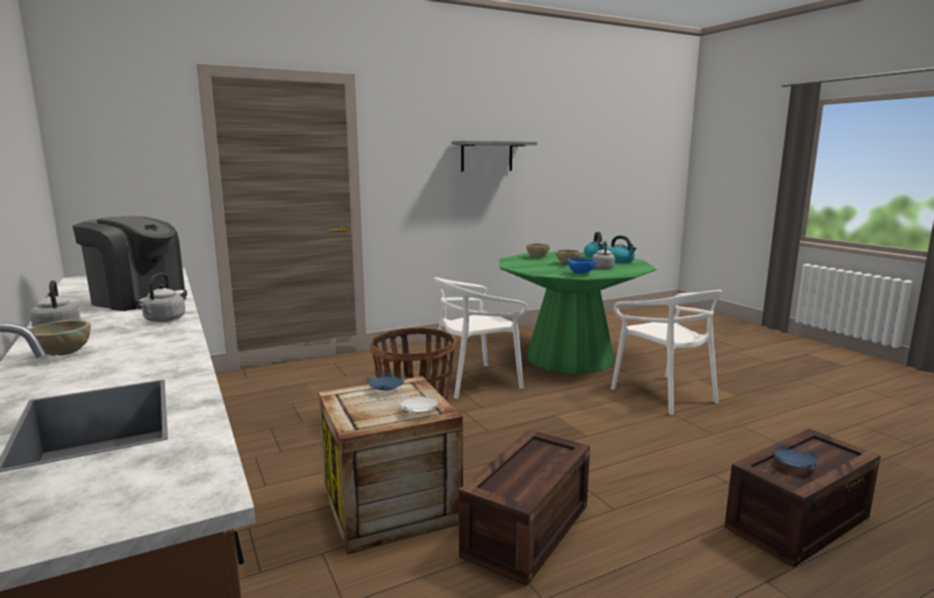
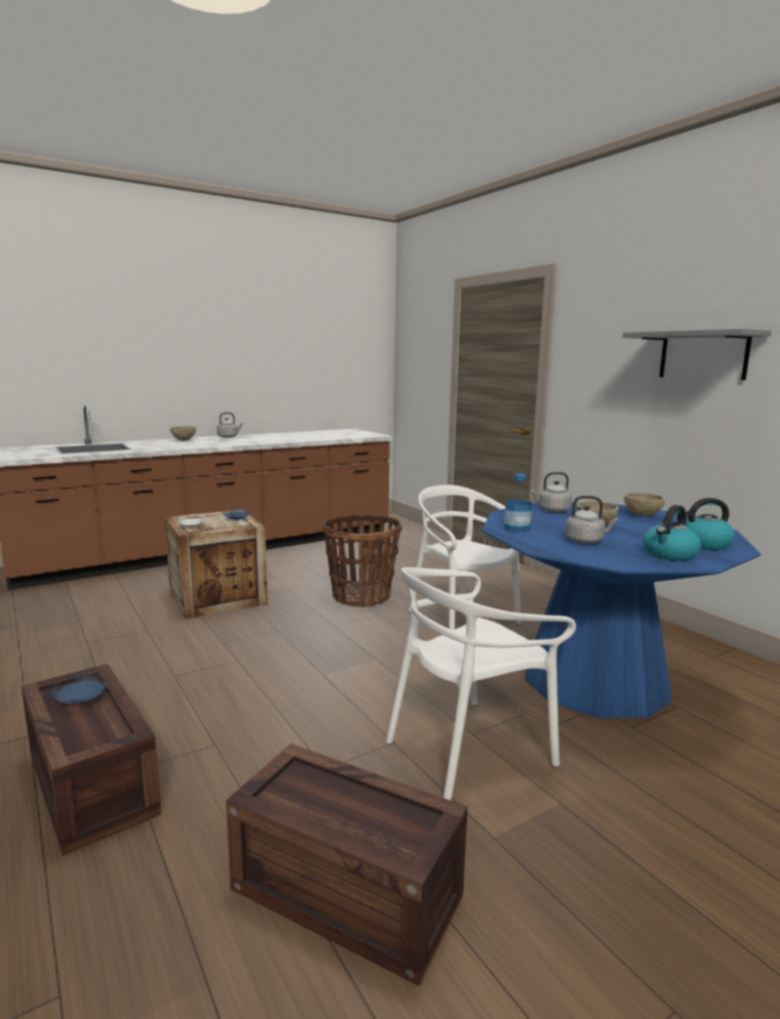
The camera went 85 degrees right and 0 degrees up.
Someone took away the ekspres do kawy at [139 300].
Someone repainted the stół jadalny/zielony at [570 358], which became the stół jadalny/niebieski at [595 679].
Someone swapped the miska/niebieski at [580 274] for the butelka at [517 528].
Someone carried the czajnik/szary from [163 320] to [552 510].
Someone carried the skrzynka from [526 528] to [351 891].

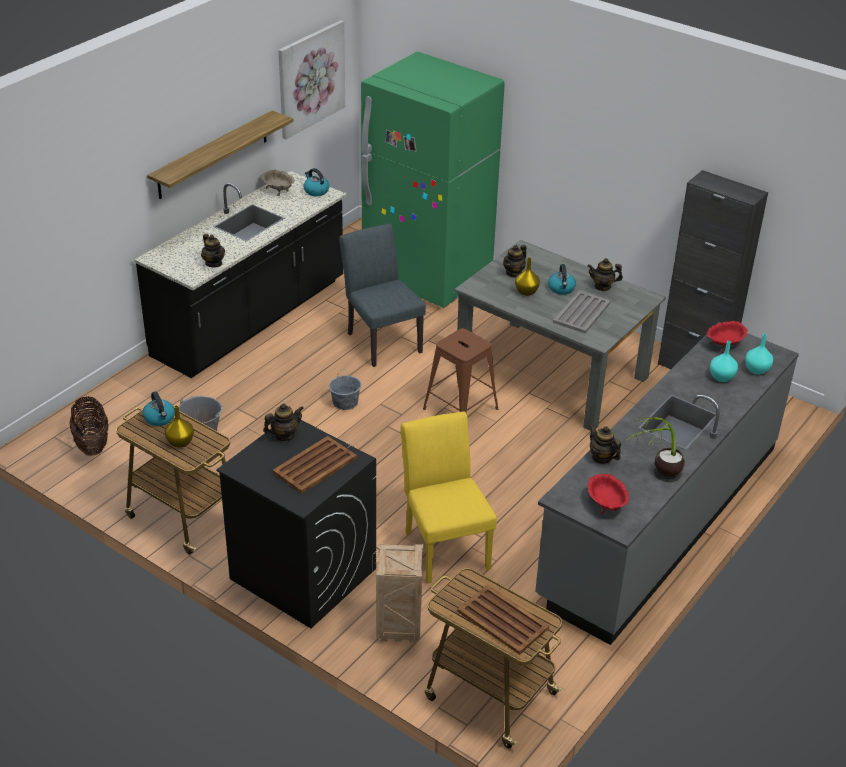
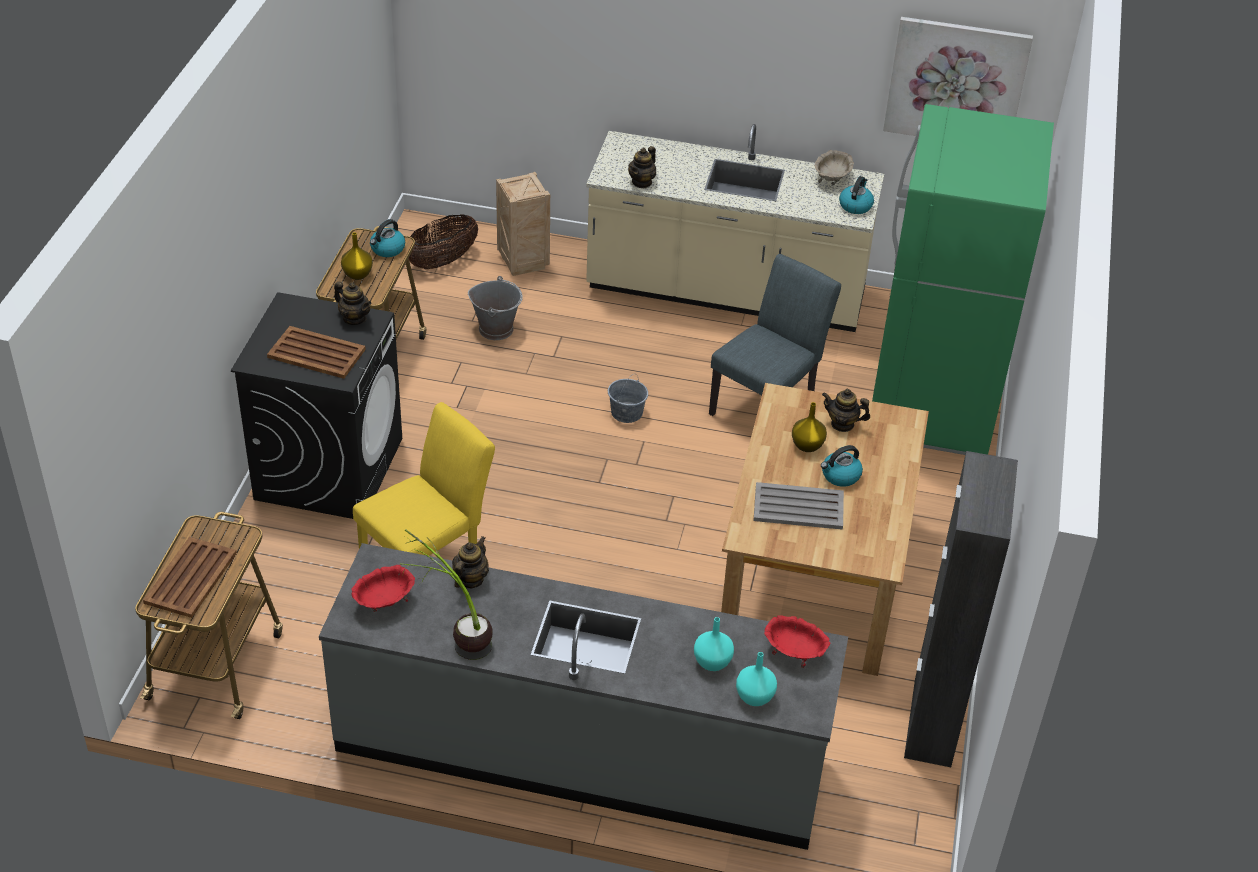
The camera went 65 degrees right and 5 degrees up.
Someone took away the półka at [213 155].
Someone repainted the zabudowa kuchenna/czarny at [251 319], which became the zabudowa kuchenna/beżowy at [726 293].
Someone repainted the stół jadalny/szary at [553 372], which became the stół jadalny/brązowy at [815 576].
Someone took away the imbryk at [603 286].
Someone took away the stołek/brązowy at [461 409].
Someone carried the skrzynka from [397 628] to [522 262].

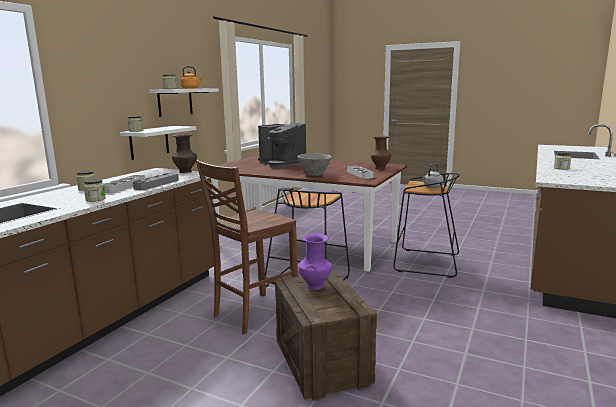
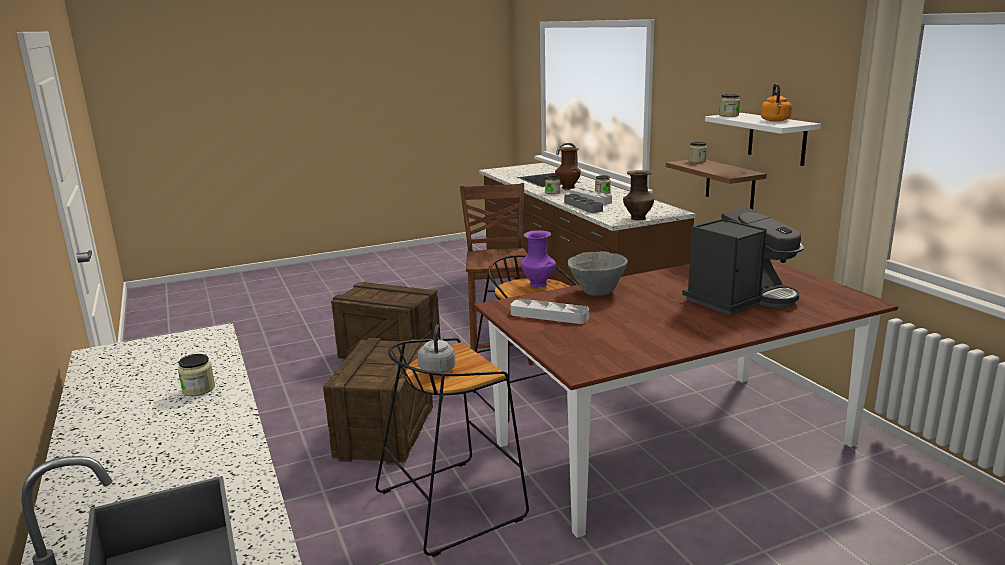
The camera went 130 degrees right and 5 degrees up.
Someone rotated the ekspres do kawy at [282 164] by 150 degrees clockwise.
Someone repainted the półka/biały at [149 142], which became the półka/brązowy at [730 184].
Someone carried the wazon/brązowy from [380 168] to [567 187].
Someone carried the wazon/fioletowy from [315 286] to [539 285].
Someone put down the skrzynka at [385 432].

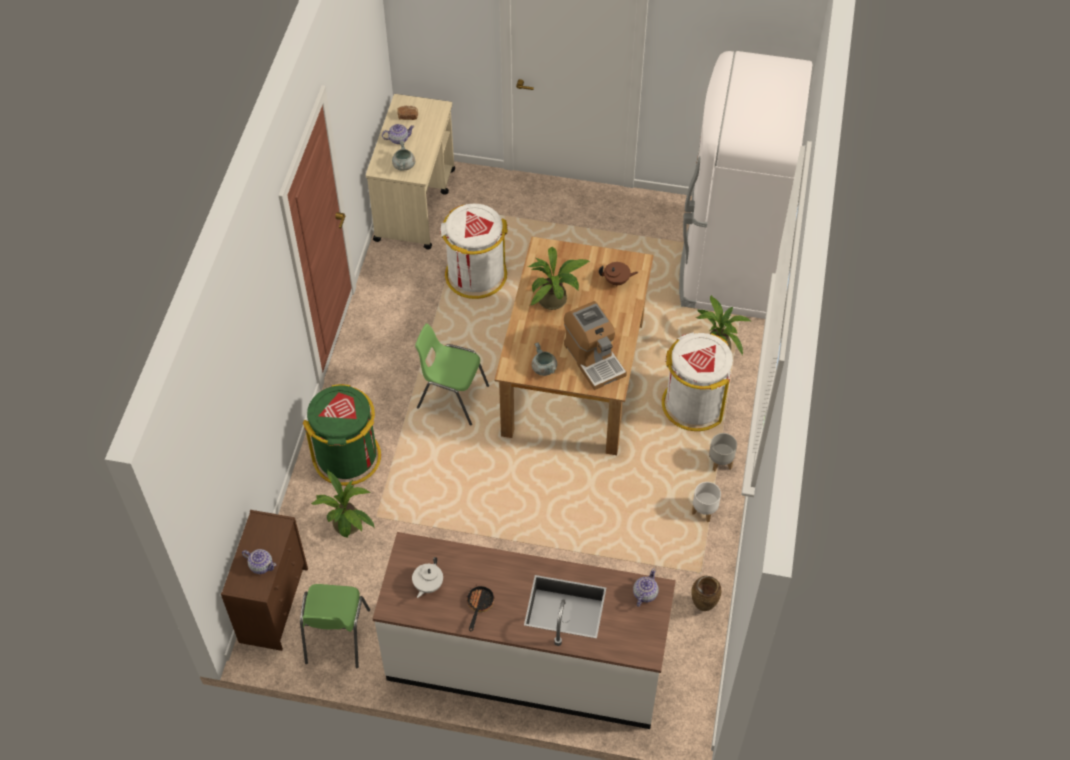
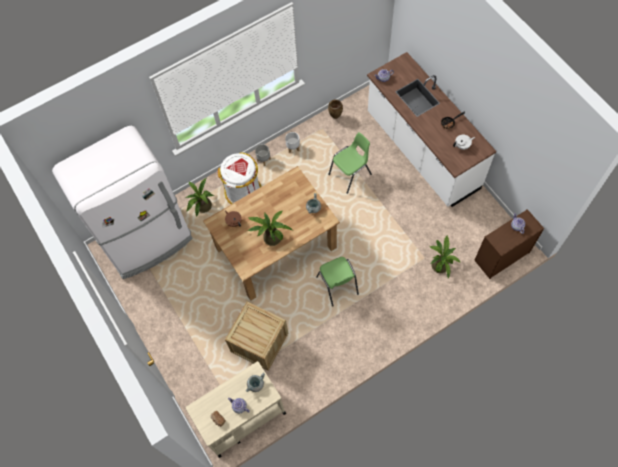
The camera went 130 degrees left and 10 degrees up.
Someone swapped the kosz na śmieci/biały at [475 275] for the skrzynka at [259 342].
Someone took away the ekspres do kawy at [593 359].
Someone took away the kosz na śmieci/zielony at [348 457].
Someone carried the krzesło/zielony from [336 637] to [350 174].

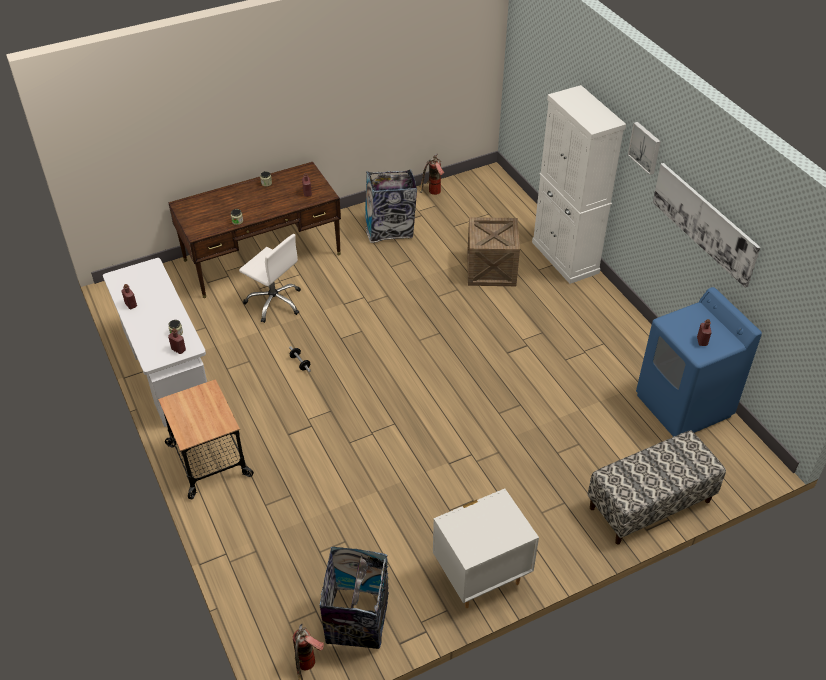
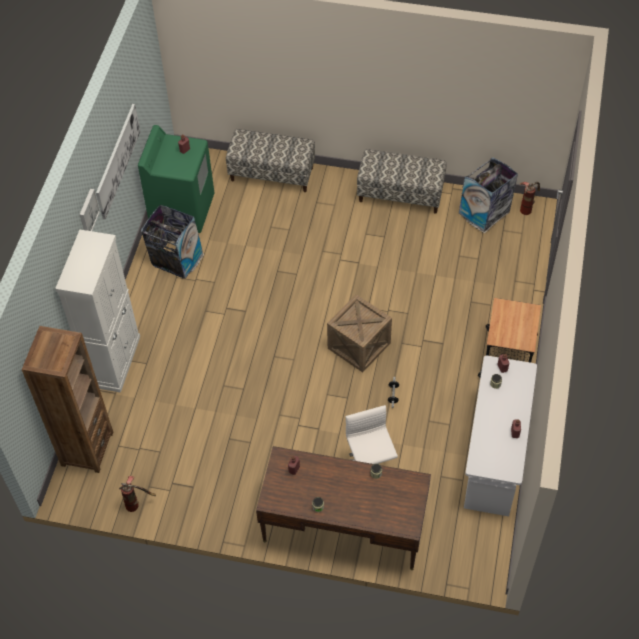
The camera went 140 degrees left and 10 degrees up.
Someone carried the kosz na śmieci from [390 229] to [176 260].
Someone carried the skrzynka from [491 270] to [359 345].
Someone repainted the pralka/niebieski at [684 405], which became the pralka/zielony at [182 209].
Someone swapped the szafka nocna/biały at [481 577] for the ławka at [400 194].
Someone put down the regał/brązowy at [87 448].

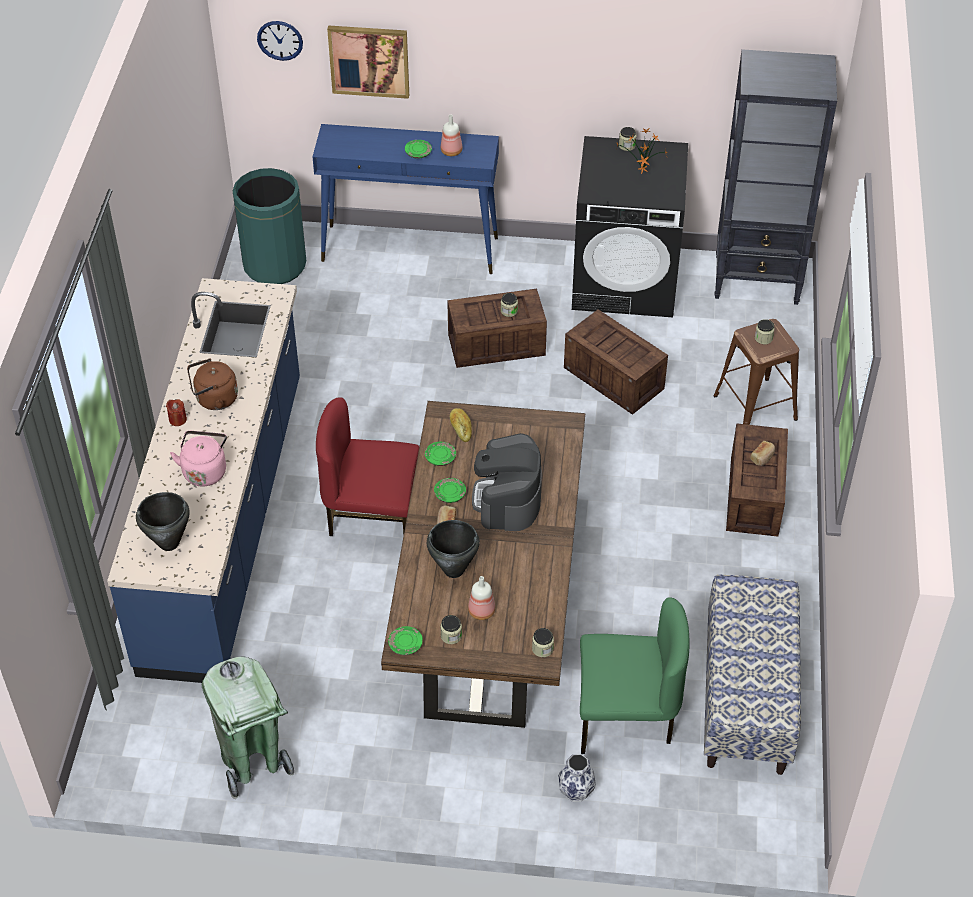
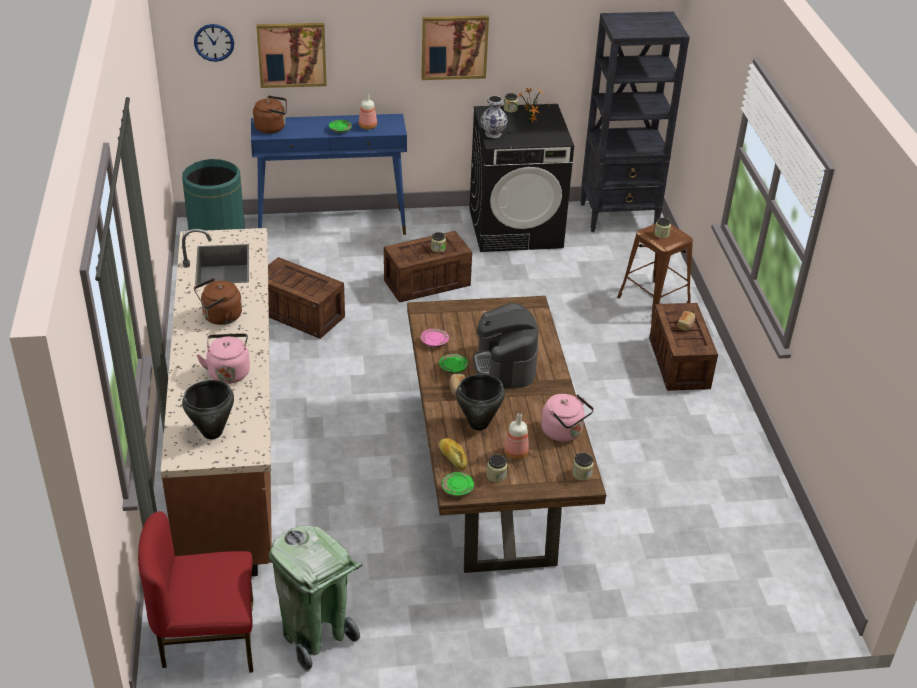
The camera went 15 degrees left and 10 degrees down.
Someone repainted the zabudowa kuchenna/niebieski at [226 522], which became the zabudowa kuchenna/brązowy at [232 443].
Someone carried the skrzynka from [615 378] to [301 314].
Someone carried the krzesło/czerwony from [373 517] to [208 639].
Someone took away the świeca/czerwony at [177 419].
Someone carried the chleb from [461 428] to [452 457].
Someone repainted the talerz/zielony at [440 458], which became the talerz/różowy at [434 342].
Someone took away the ławka at [747 698].
Someone took away the krzesło/zielony at [625 717].
Someone carried the wazon from [575 792] to [492 134].
Someone put up the obraz at [454 47].
Someone put down the czajnik/brązowy at [272 127].
Someone put down the czajnik/różowy at [564 432].

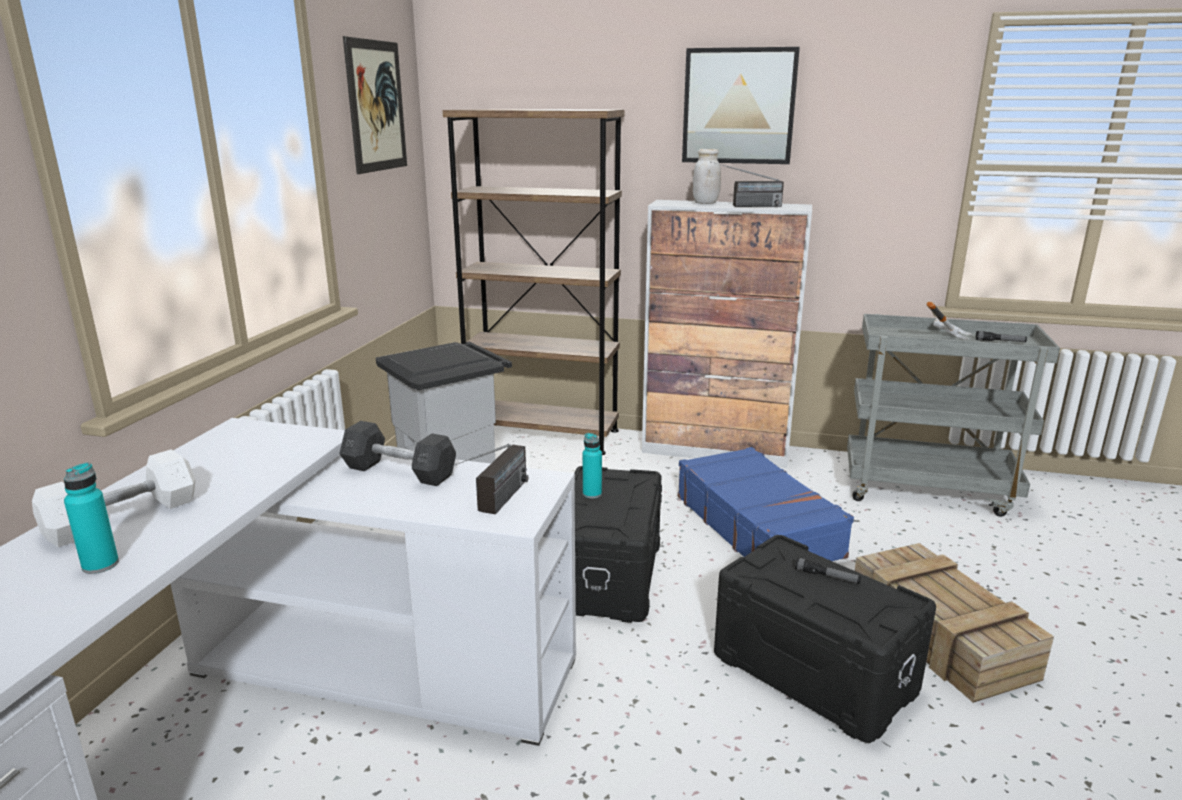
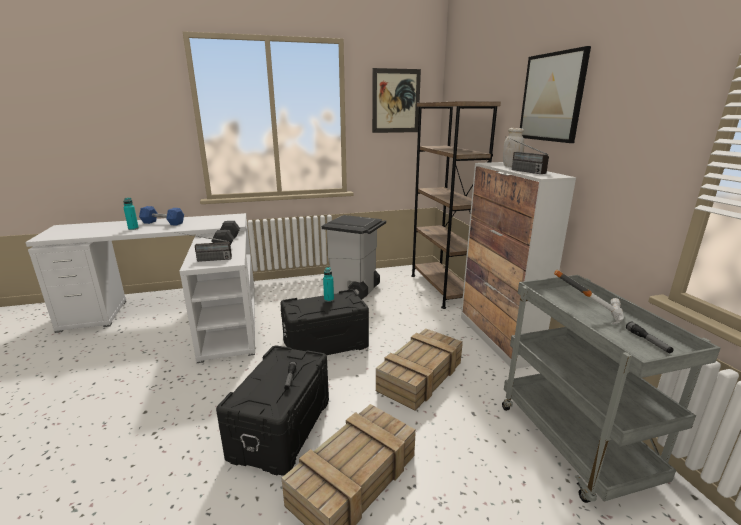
The camera went 60 degrees right and 0 degrees up.
Someone swapped the walizka/niebieski at [757 525] for the skrzynka at [420 375].
Someone repainted the hantel/biały at [123 518], which became the hantel/niebieski at [163 223].

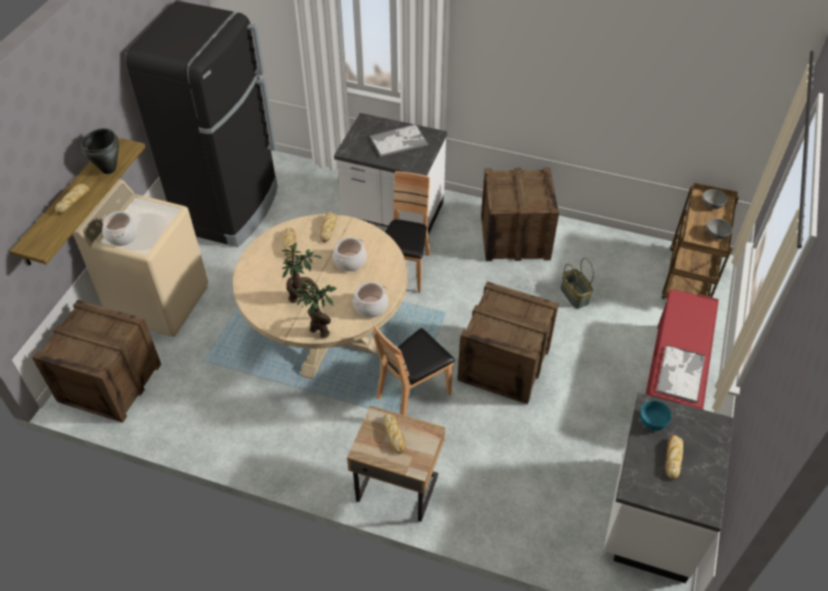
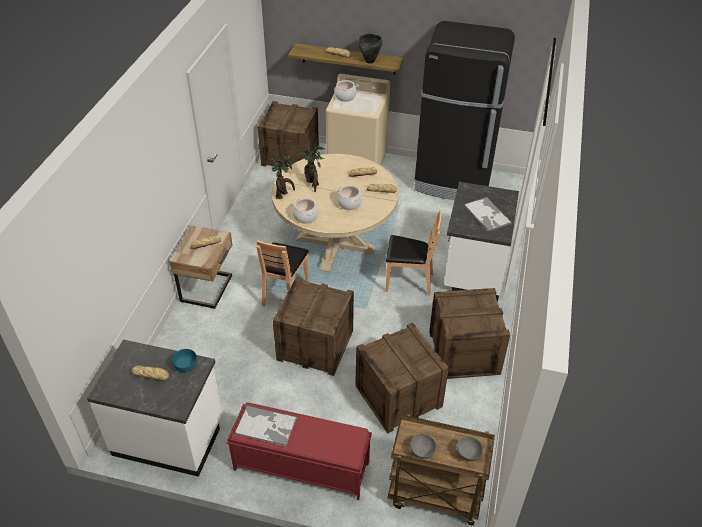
The camera went 85 degrees right and 5 degrees down.
Someone swapped the koszyk at [575 295] for the skrzynka at [398 397].
Someone rotated the krzesło/brązowy at [413 394] by 120 degrees counterclockwise.

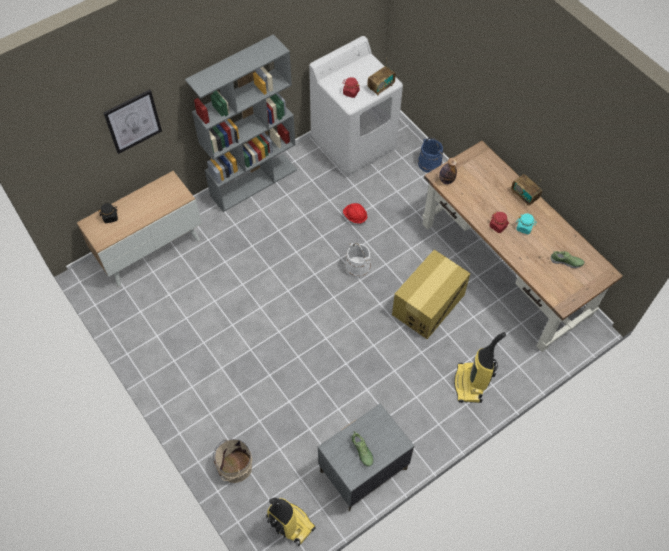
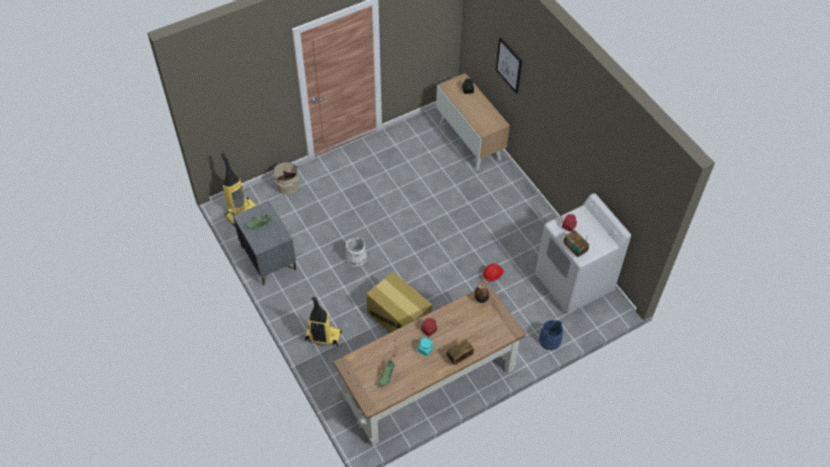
The camera went 95 degrees right and 5 degrees down.
Someone took away the regał/szary at [254 182].
Someone carried the wiadro/biały from [358 267] to [356 258].

